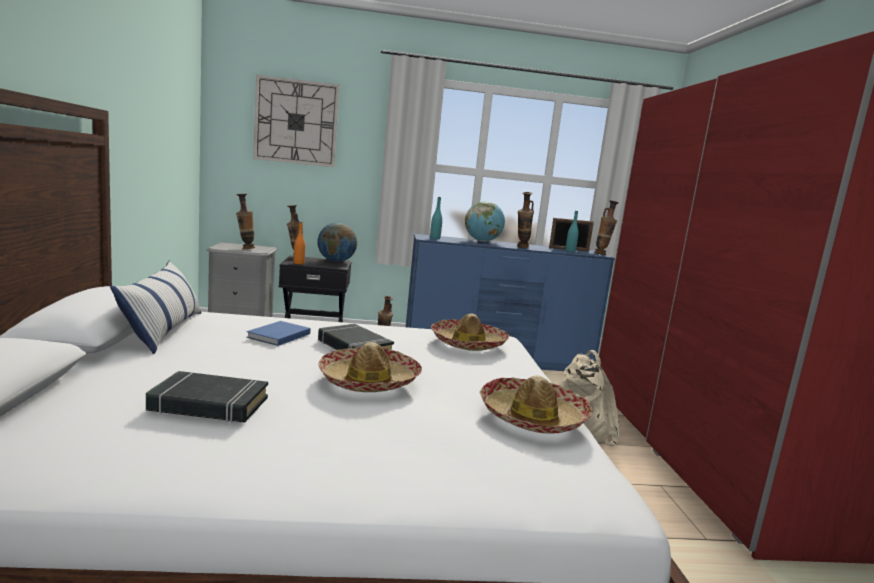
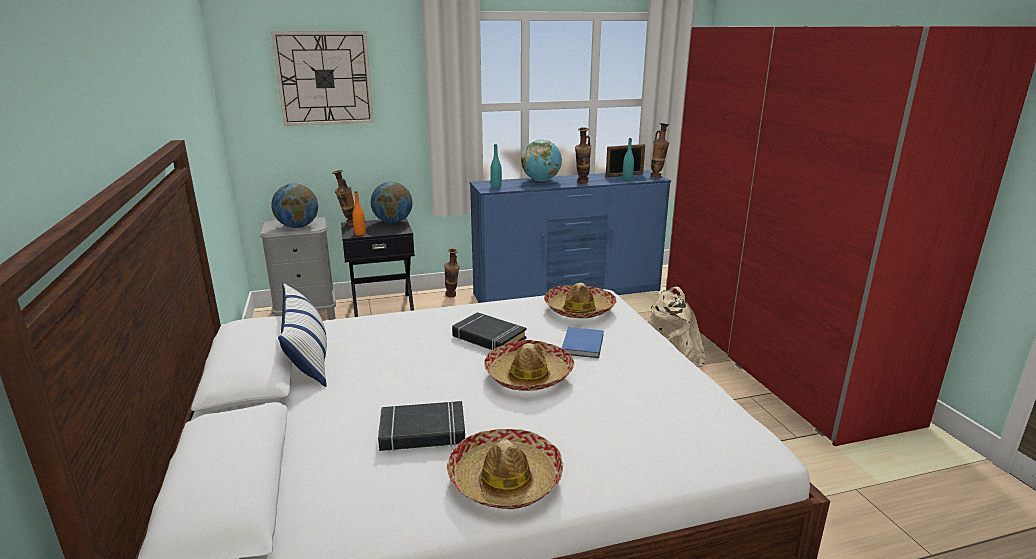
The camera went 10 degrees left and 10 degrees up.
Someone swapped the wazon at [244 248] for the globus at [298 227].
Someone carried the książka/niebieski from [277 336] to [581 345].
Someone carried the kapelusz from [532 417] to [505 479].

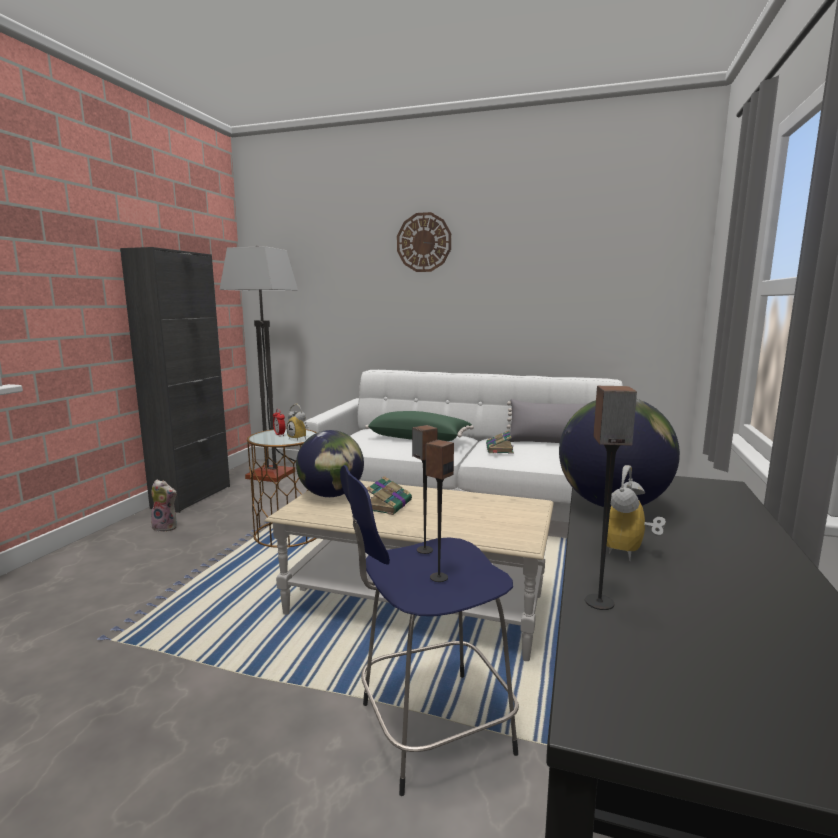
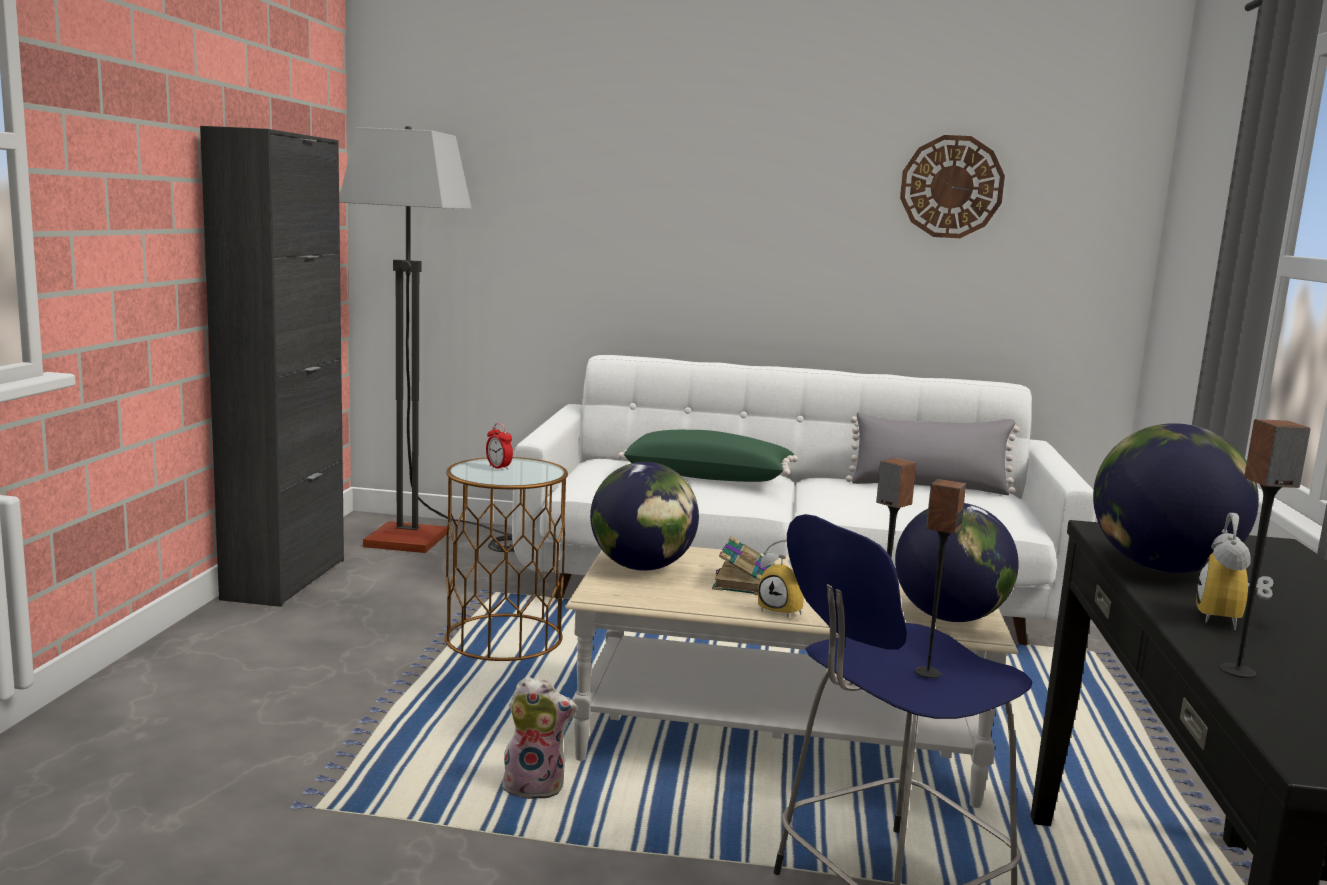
The camera went 10 degrees left and 0 degrees up.
Someone carried the zegar ścienny from [424 242] to [951 187].
Someone carried the budzik from [300 438] to [784 611].
Someone took away the książka at [499 449].
Someone carried the pluszak from [166 527] to [536 786].
Someone put down the globus at [949 617].

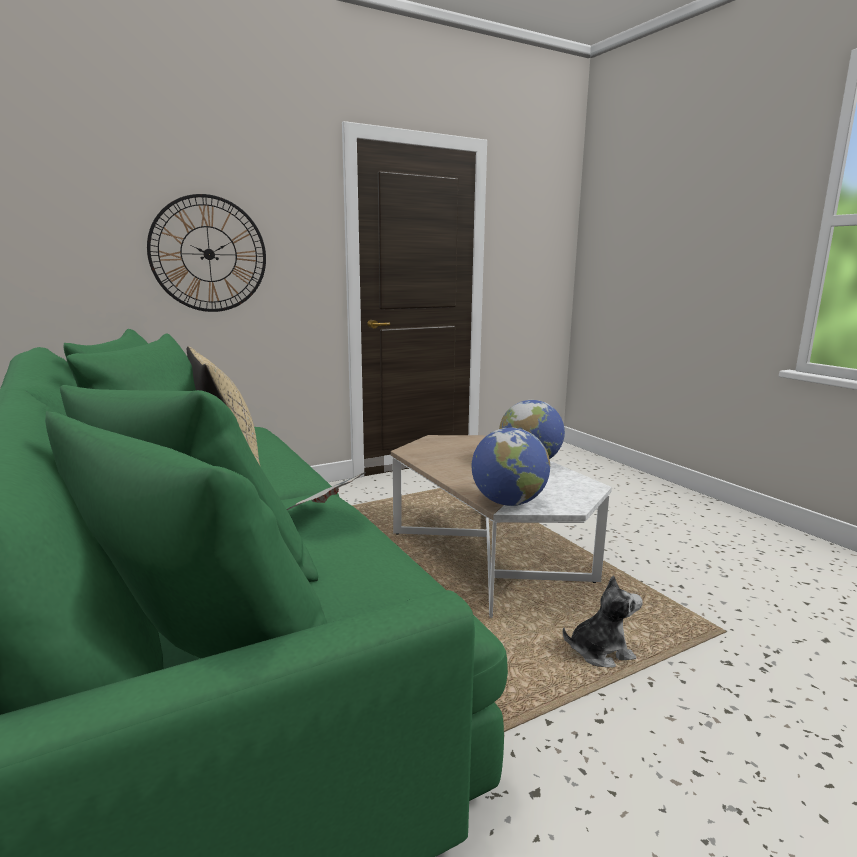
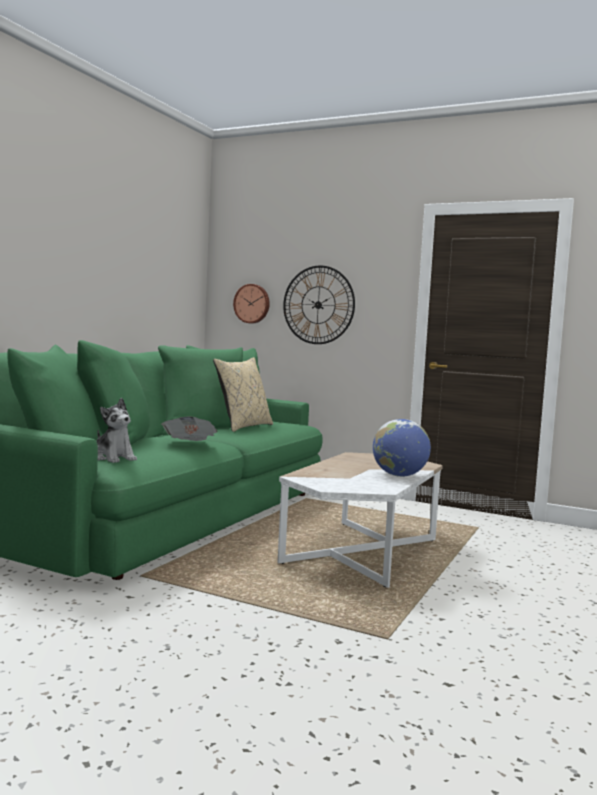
The camera went 55 degrees right and 10 degrees down.
Someone took away the globus at [508 502].
Someone carried the pluszak from [600 652] to [113 458].
Someone put up the zegar ścienny at [252 303].

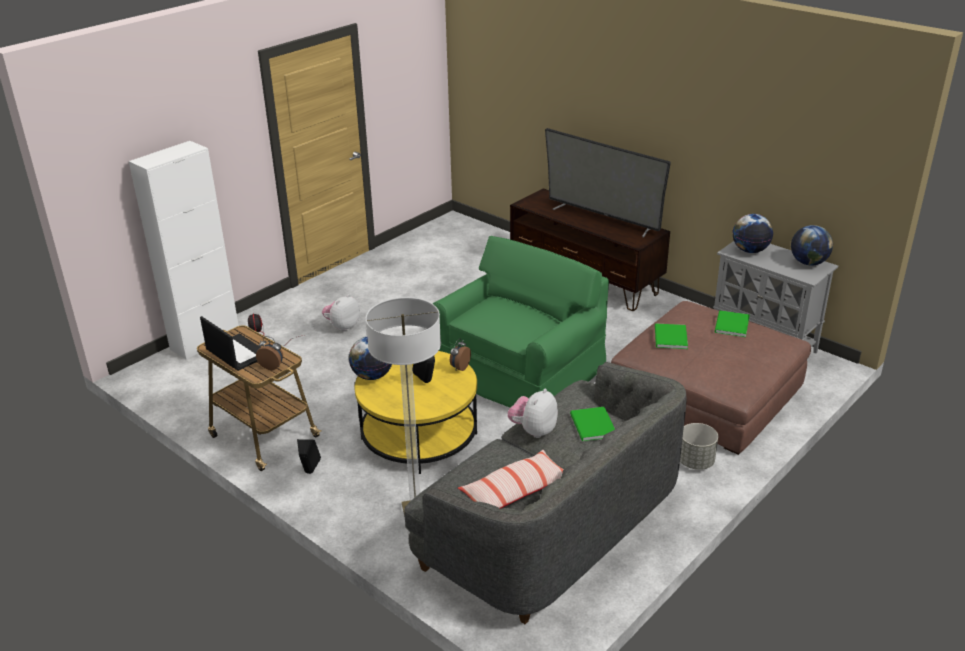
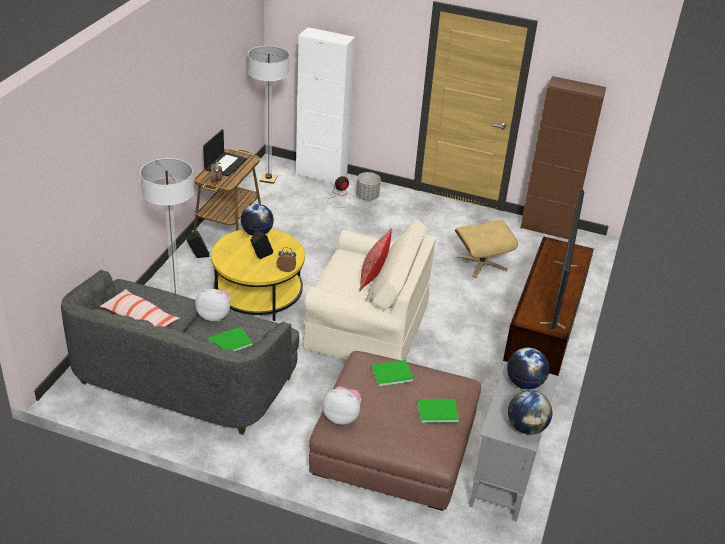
The camera went 65 degrees right and 5 degrees up.
Someone repainted the fotel/zielony at [520 371], which became the fotel/beżowy at [367 326].
Someone carried the pluszak from [342 326] to [342 417].
Someone carried the donica/szary from [695 462] to [367 197].
Someone put down the lampa stojąca at [268 179].
Someone put down the szafka/brązowy at [546 228].
Someone put down the pufa/beżowy at [481 263].
Someone put down the poduszka at [373 277].

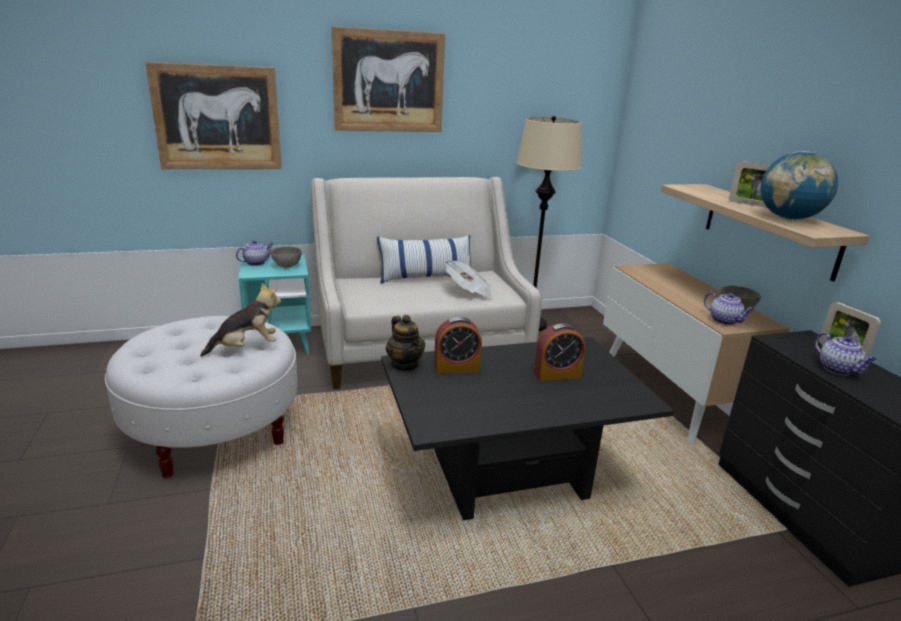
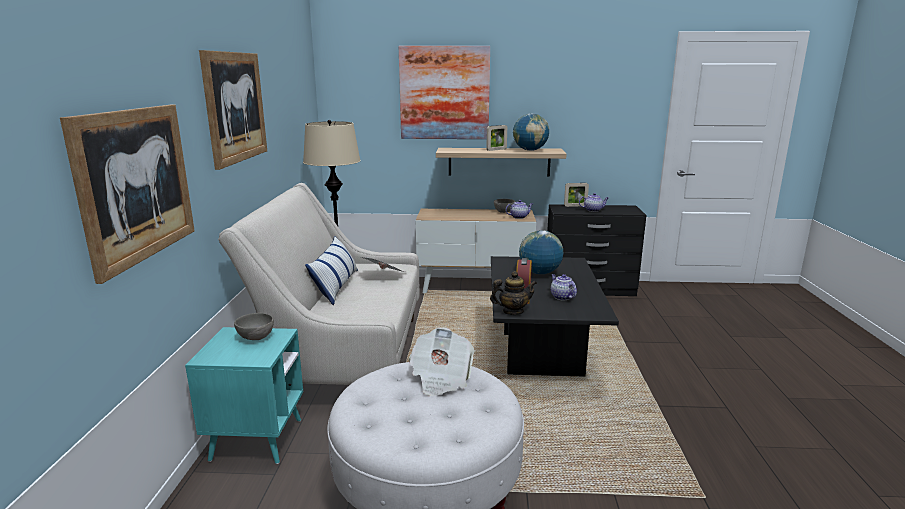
The camera went 70 degrees left and 5 degrees down.
Someone carried the imbryk from [256 263] to [561 297].
Someone swapped the pluszak at [246 347] for the gazeta at [441 378].
Someone swapped the budzik at [557 374] for the globus at [540 273].
Someone put up the obraz at [444 93].

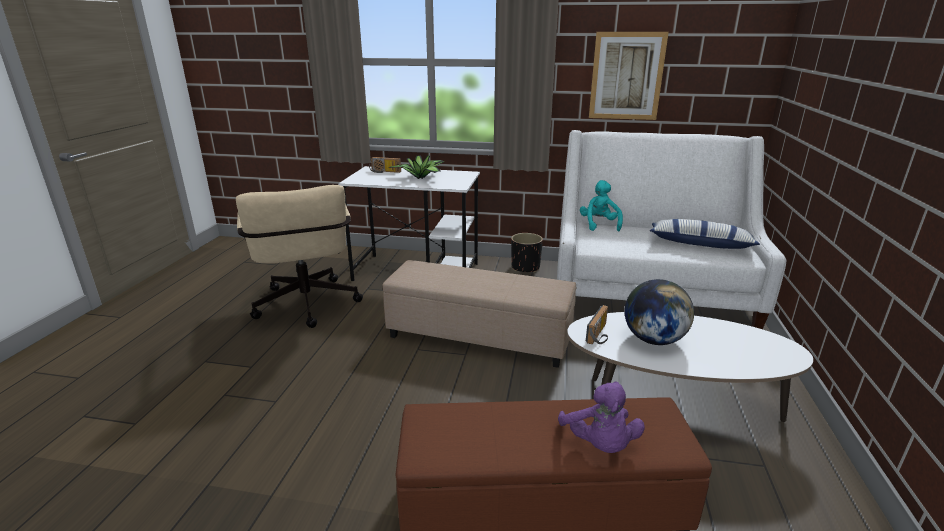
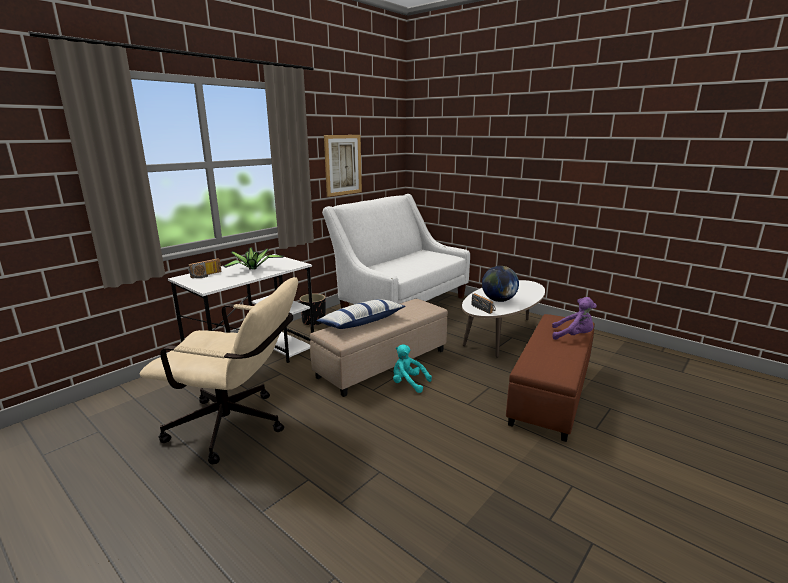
The camera went 60 degrees left and 5 degrees down.
Someone carried the pluszak/turkusowy from [599 225] to [408 383].
Someone carried the poduszka from [699 244] to [362 322].

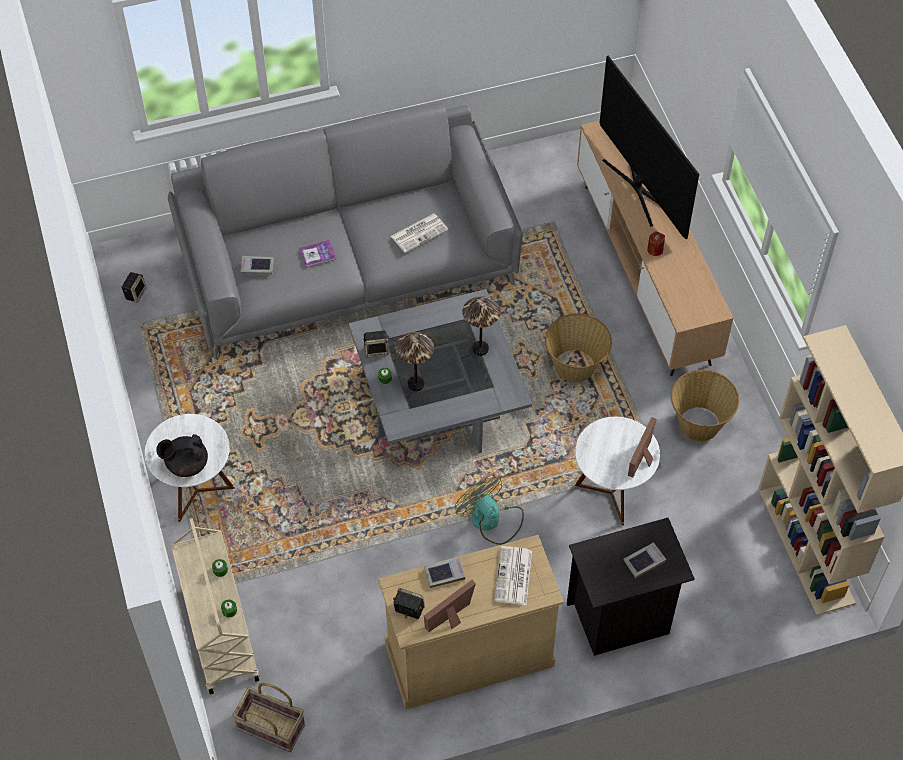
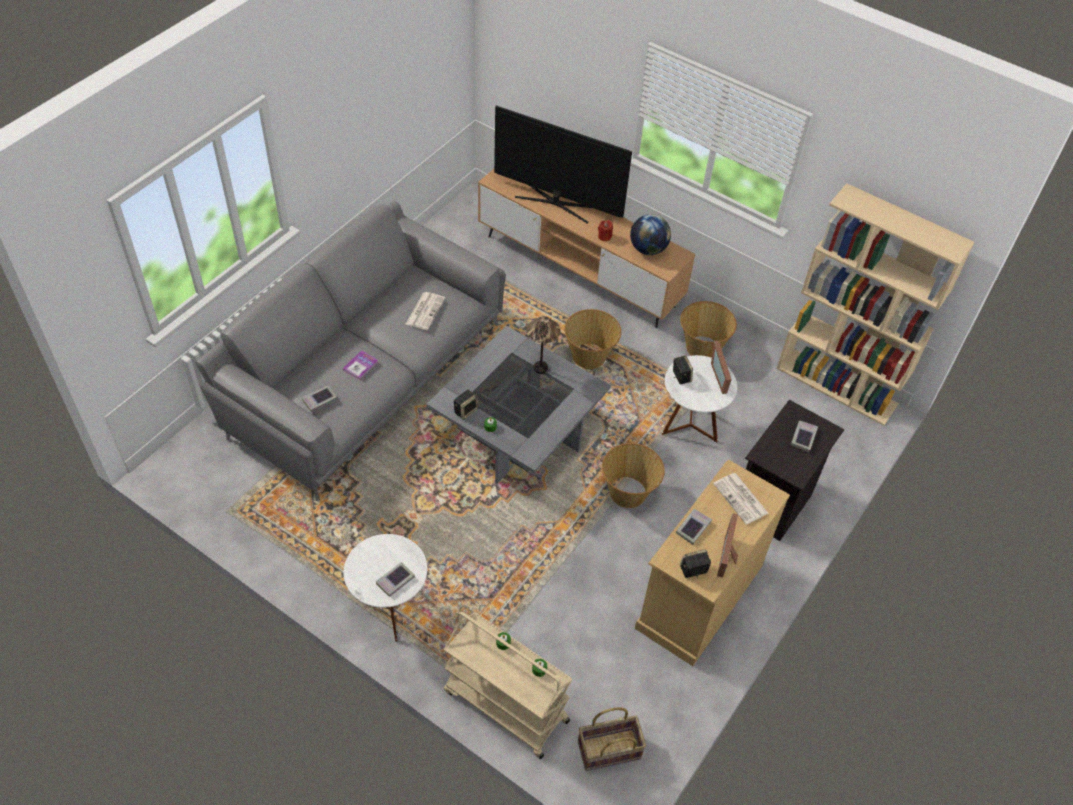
The camera went 40 degrees left and 5 degrees down.
Someone carried the głośnik from [135 293] to [680 376].
Someone took away the lampa stołowa at [415 384].
Someone swapped the imbryk/czarny at [186 464] for the książka at [395 581].
Someone swapped the wentylator at [491 520] for the koszyk at [628 493].
Someone put down the globus at [648 249].

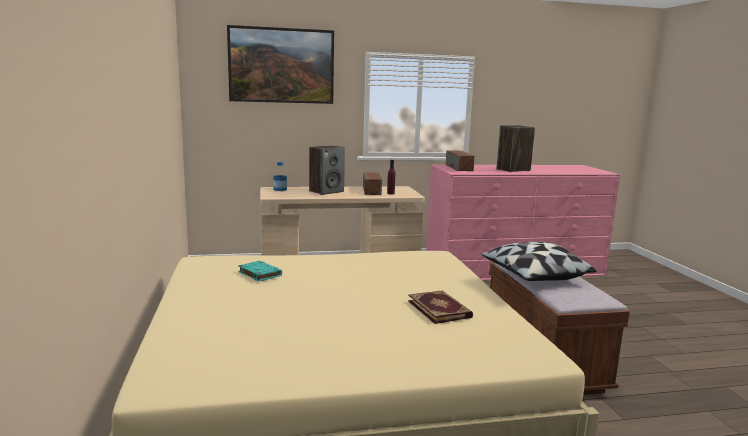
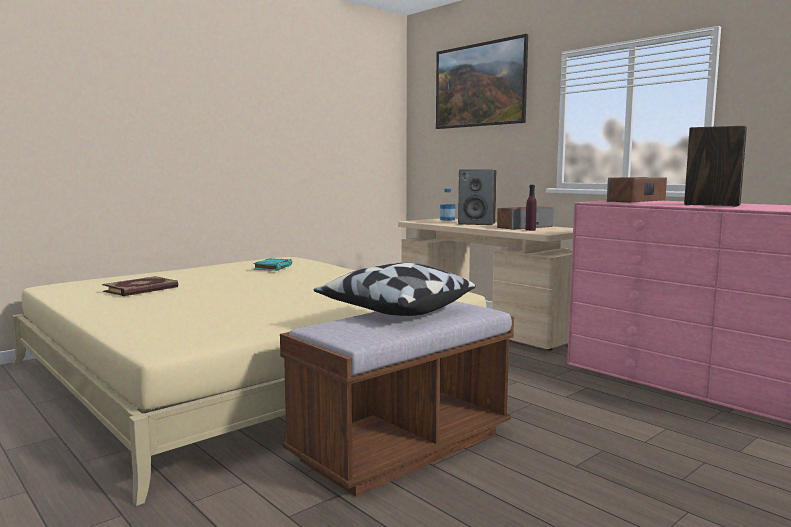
The camera went 60 degrees right and 5 degrees down.
Someone carried the książka from [440 309] to [141 289].

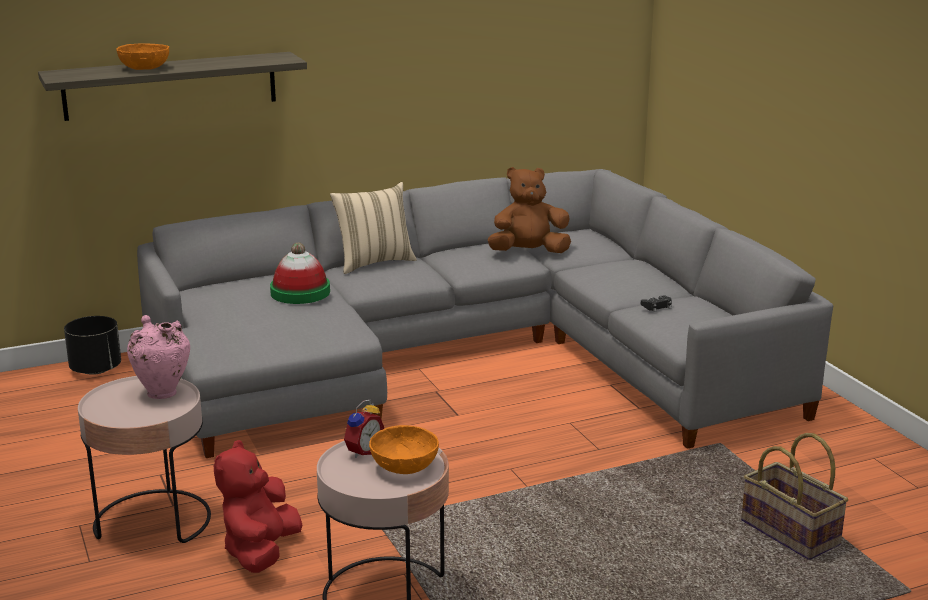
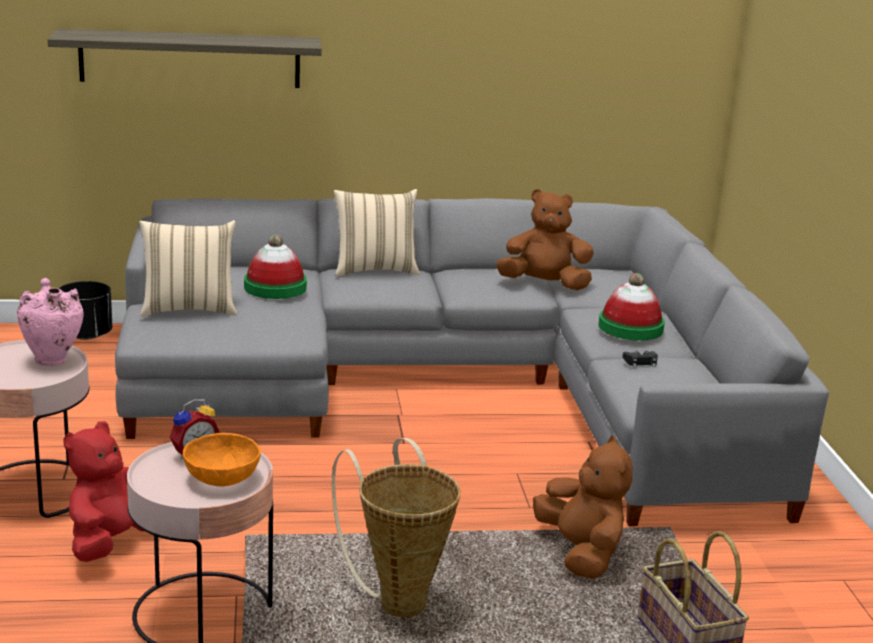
The camera went 15 degrees right and 0 degrees up.
Someone took away the miska/pomarańczowy at [144 68].
Someone put down the poduszka/beżowy at [189 309].
Someone put down the kapelusz at [630 327].
Someone put down the pluszak/brązowy at [581 553].
Someone put down the koszyk at [398 599].

